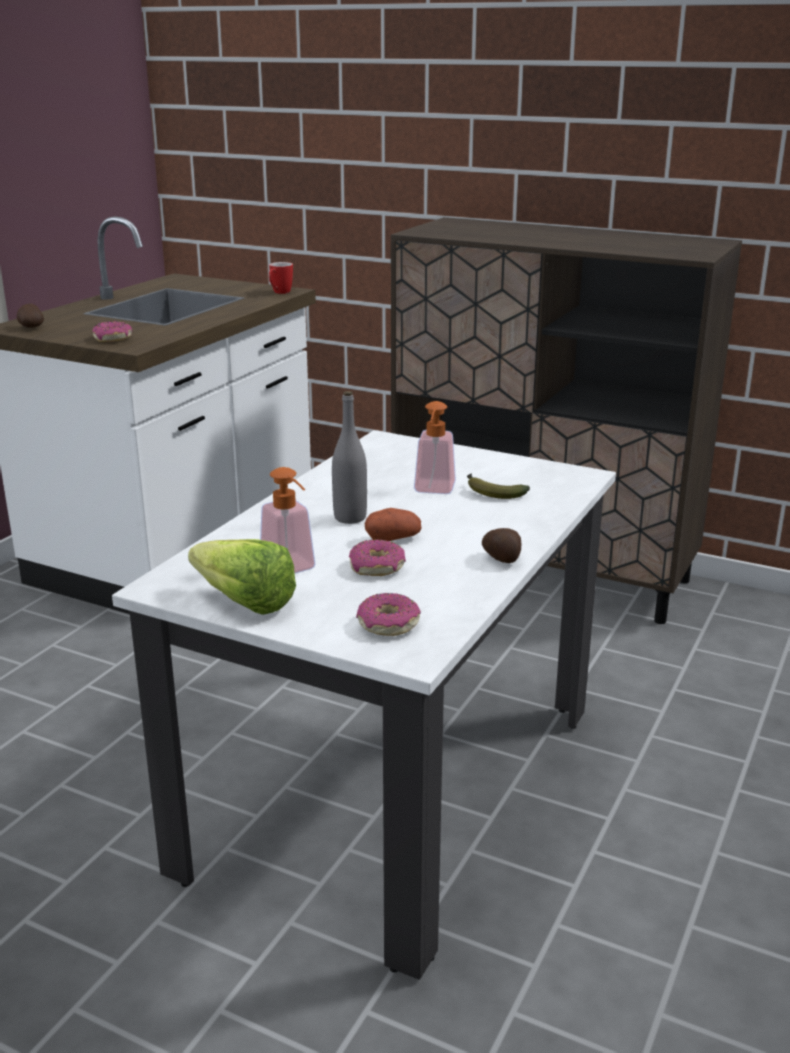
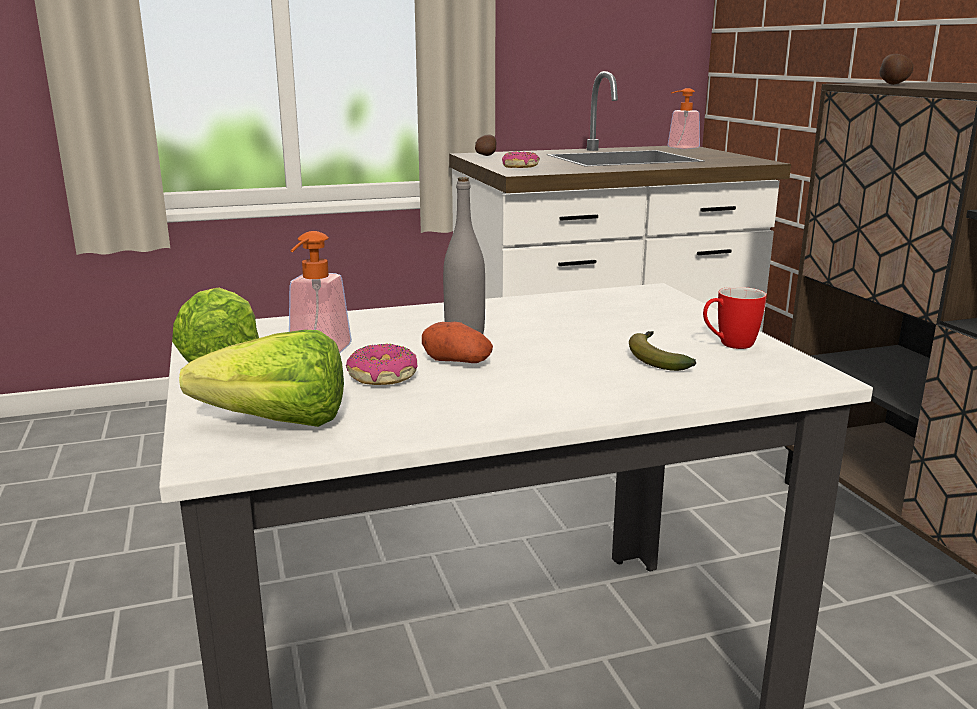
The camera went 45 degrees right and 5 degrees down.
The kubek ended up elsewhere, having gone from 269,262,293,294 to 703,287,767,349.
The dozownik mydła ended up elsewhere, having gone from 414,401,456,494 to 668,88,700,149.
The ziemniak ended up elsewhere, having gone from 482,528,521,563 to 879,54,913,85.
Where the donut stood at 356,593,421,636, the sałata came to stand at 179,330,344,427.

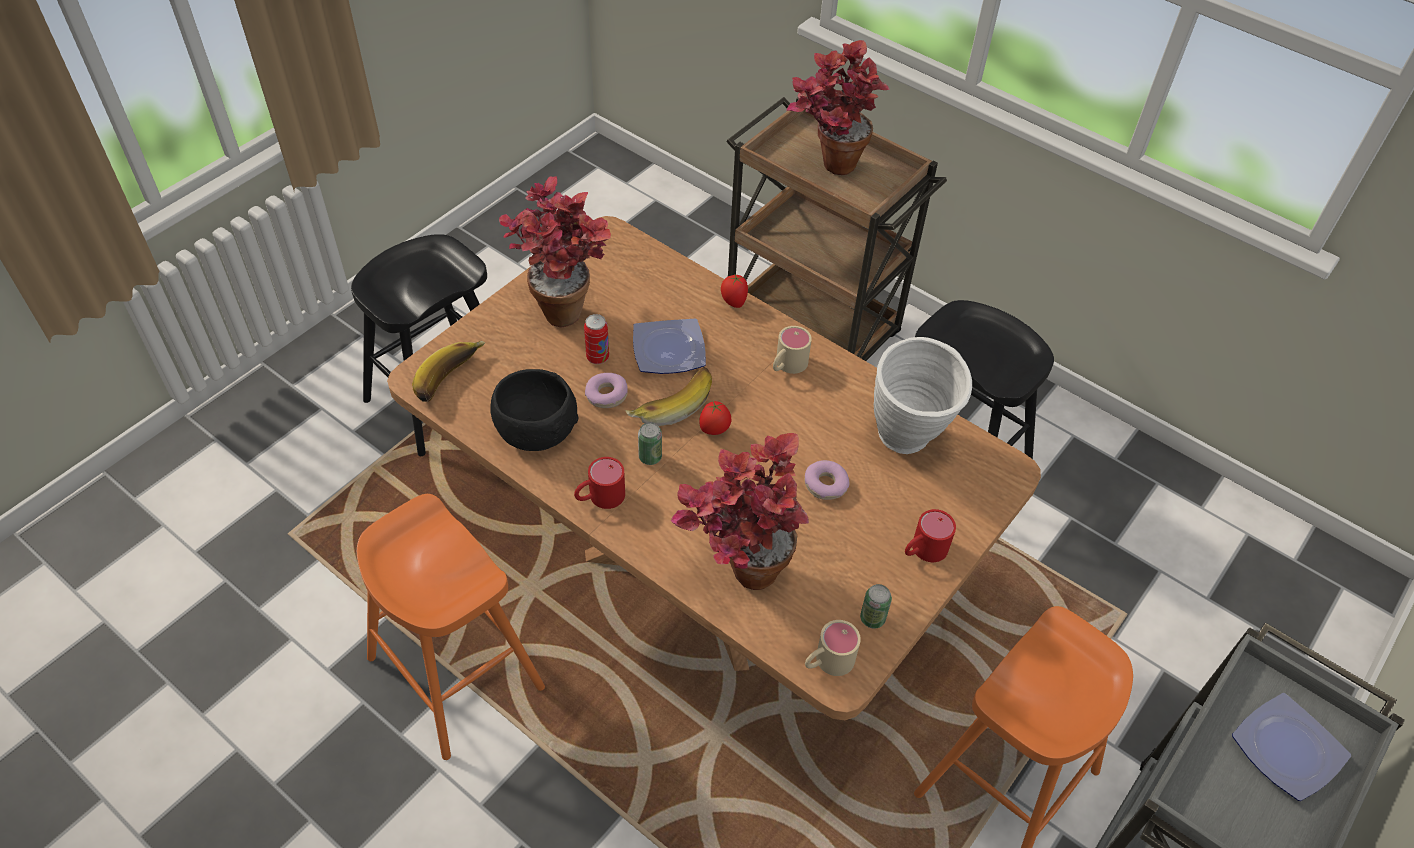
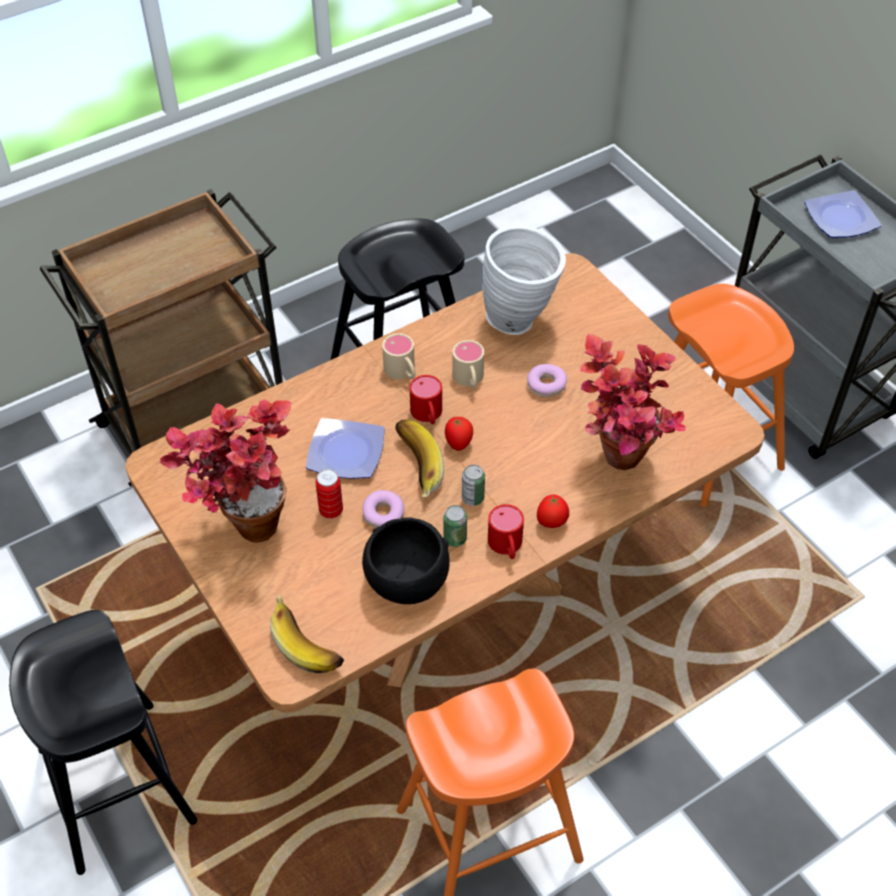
The camera went 70 degrees left and 0 degrees up.
The second view lost the roślina doniczkowa at 786,40,890,175.
The pomidor ended up elsewhere, having gone from 721,275,748,308 to 537,495,569,528.
The kubek (czerwony) ended up elsewhere, having gone from 905,509,956,562 to 410,375,442,424.
The puszka ended up elsewhere, having gone from 860,584,892,629 to 443,505,467,547.
The kubek (beżowy) ended up elsewhere, having gone from 805,620,861,676 to 452,340,484,388.

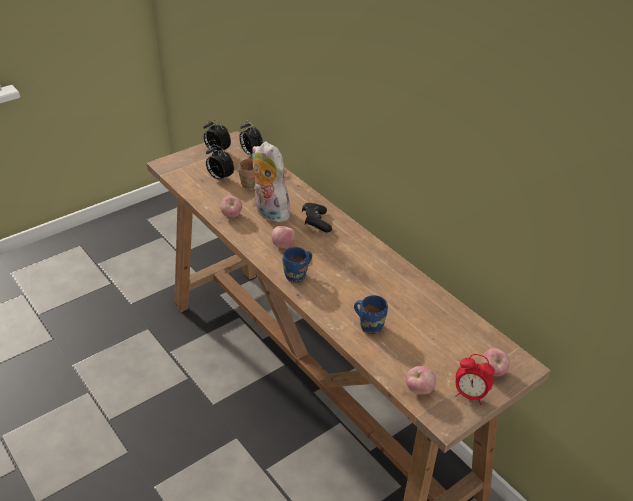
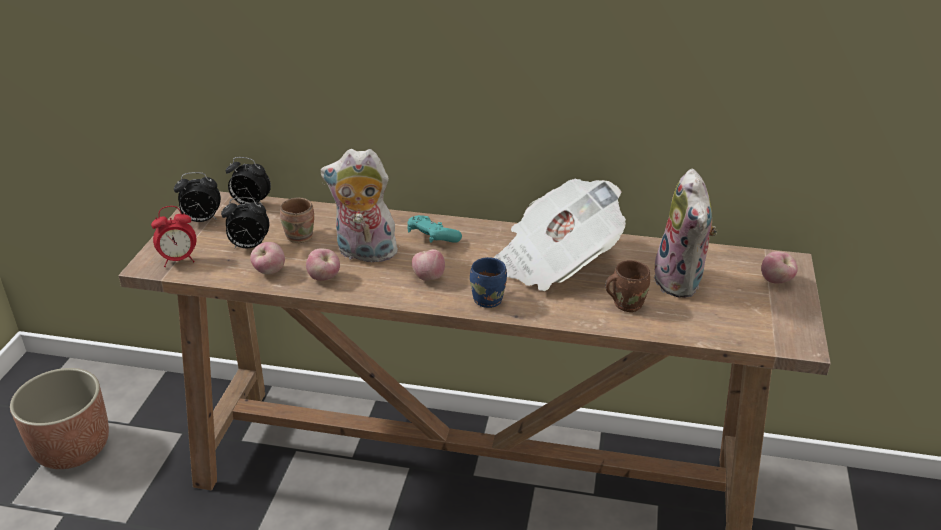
The camera went 40 degrees left and 5 degrees down.
What was the pad do gier (czarny) at 302,203,332,233 turned into the pad do gier (turkusowy) at 407,215,462,243.
What was the kubek (niebieski) at 354,295,388,334 turned into the kubek (brązowy) at 605,260,650,312.
The budzik ended up elsewhere, having gone from 455,354,495,405 to 151,206,196,267.
The jabłko ended up elsewhere, having gone from 406,366,436,395 to 250,242,285,274.
The second view gained the pluszak at 650,169,717,298.
The second view gained the gazeta at 494,179,626,291.
The second view gained the donica at 10,368,109,469.

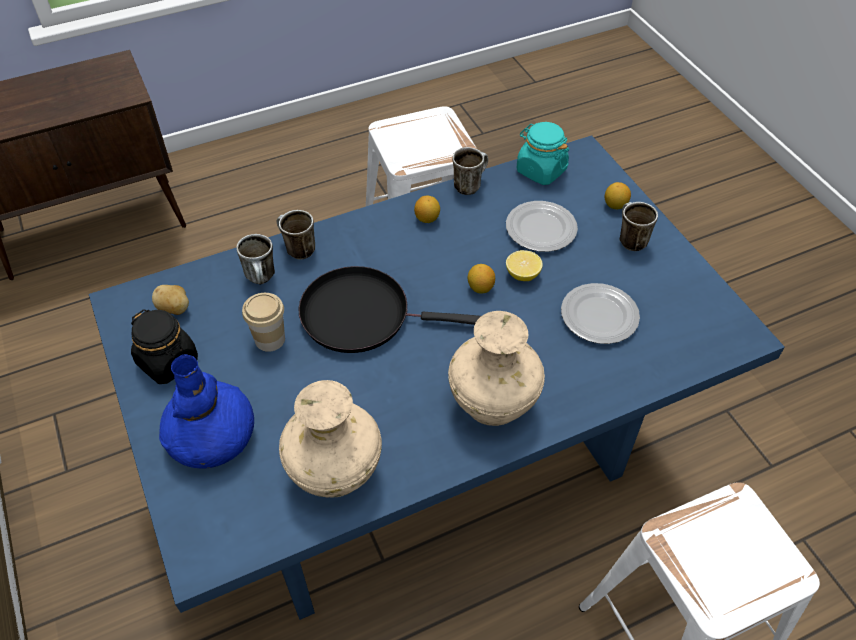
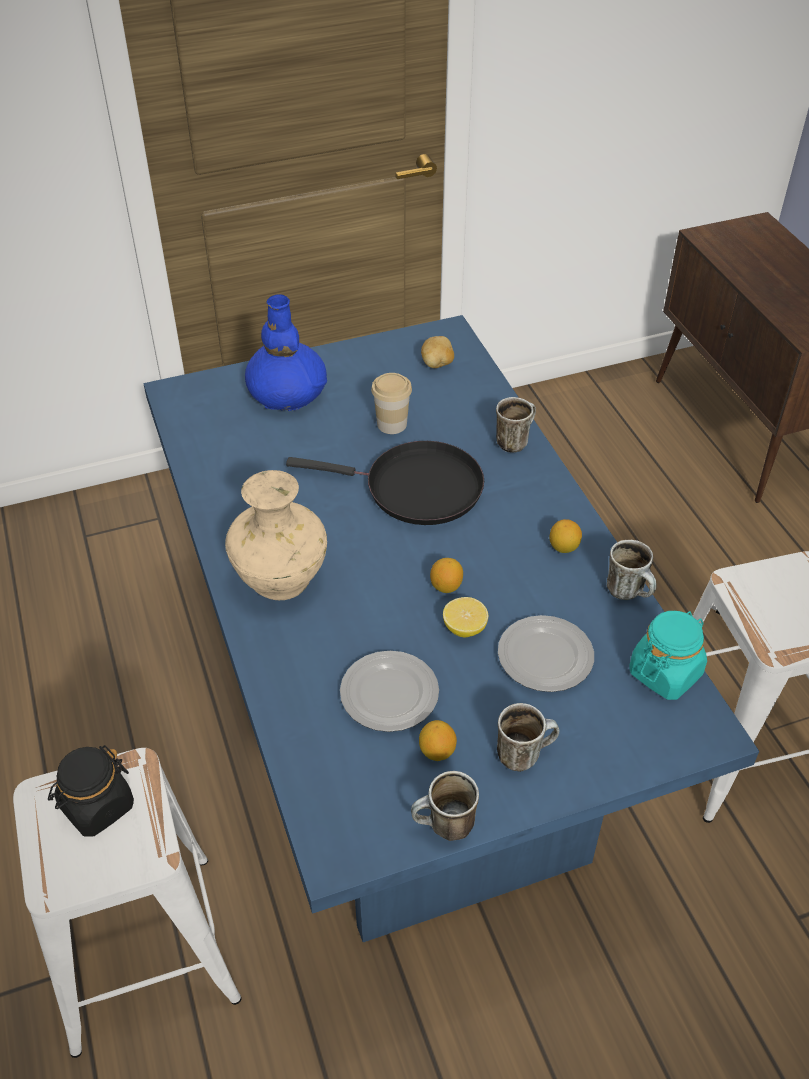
The camera went 95 degrees right and 5 degrees down.
The cytryna ended up elsewhere, having gone from 605,182,631,209 to 419,720,457,761.
The kubek ended up elsewhere, having gone from 236,234,275,284 to 411,771,479,841.
The patelnia (czarny) at 298,266,481,353 ended up facing another way, 90 degrees clockwise from before.
The słoik (czarny) ended up elsewhere, having gone from 131,309,198,384 to 48,745,134,837.
The second view lost the wazon (beżowy) at 279,380,382,497.

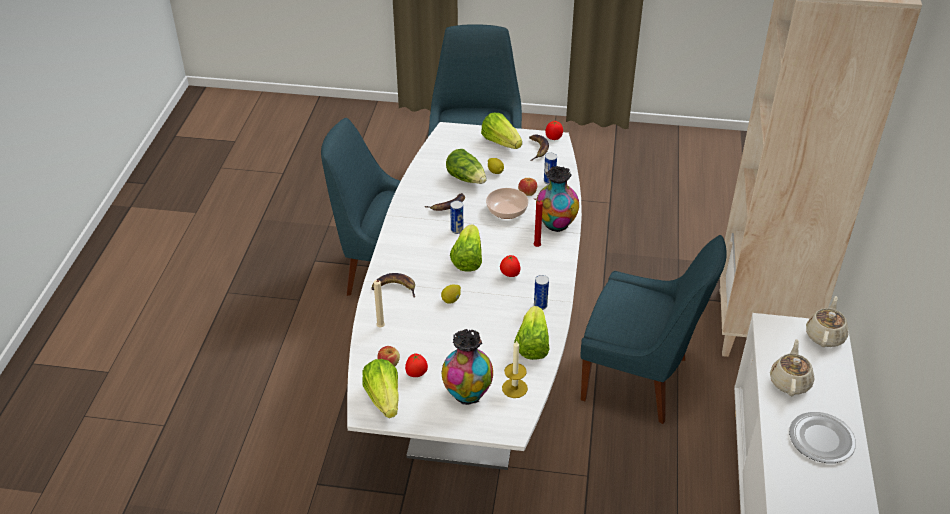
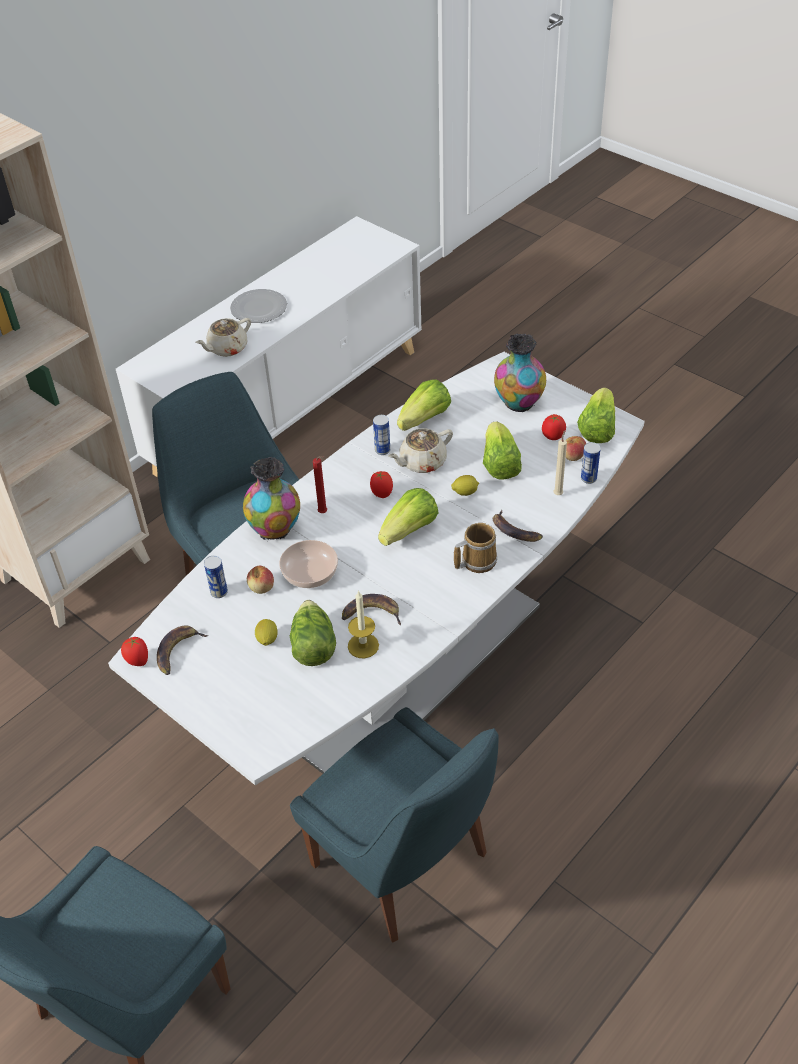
The camera went 145 degrees left and 5 degrees up.
The sałata ended up elsewhere, having gone from 481,113,522,149 to 483,421,522,479.
The puszka ended up elsewhere, having gone from 450,201,463,234 to 581,442,601,484.
The imbryk (beżowy) ended up elsewhere, having gone from 806,296,849,347 to 388,428,453,473.
The świeca ended up elsewhere, having gone from 502,340,528,398 to 348,590,379,658.
The second view gained the kubek at 454,523,497,573.

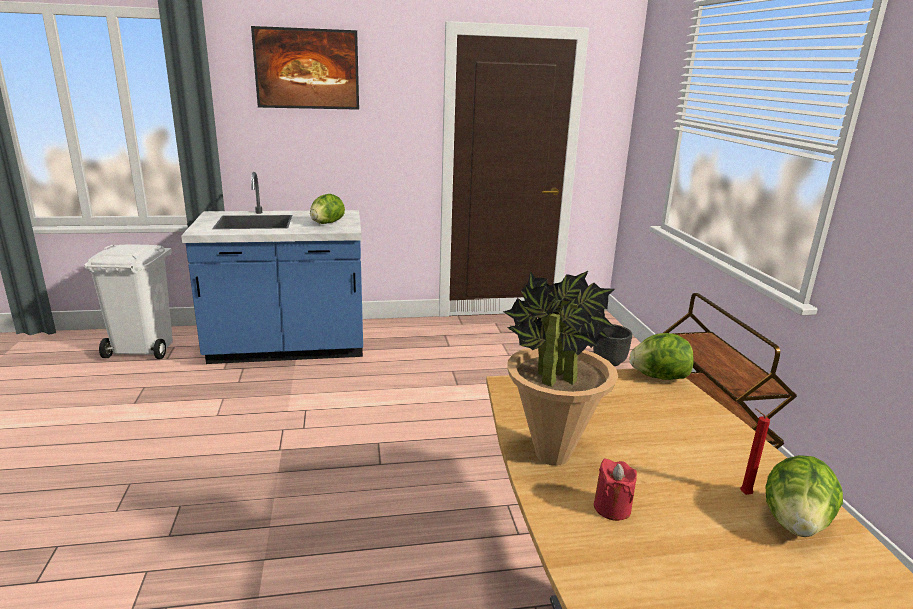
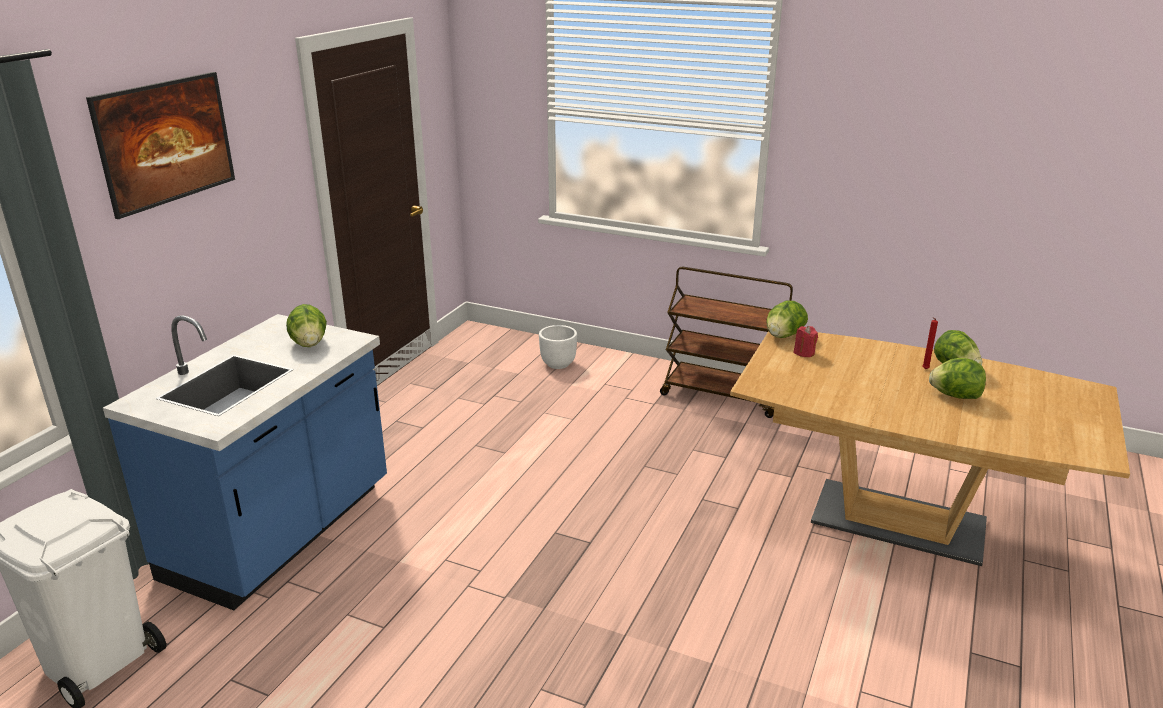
The camera went 55 degrees left and 5 degrees up.
The second view lost the roślina doniczkowa at 503,270,618,466.
What was the donica (czarny) at 593,324,632,366 turned into the donica (biały) at 539,325,577,369.
The świeca (czerwony) ended up elsewhere, having gone from 594,459,637,521 to 794,326,818,357.
The second view gained the sałata at 929,358,986,399.

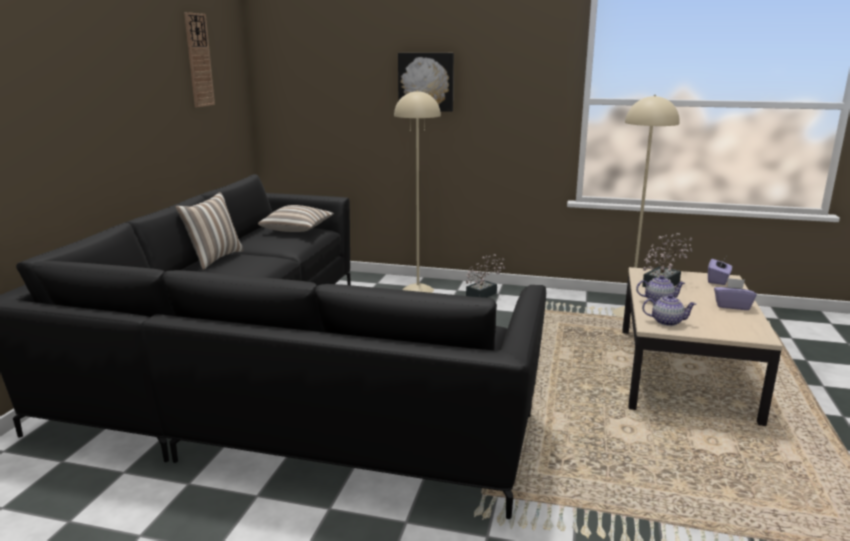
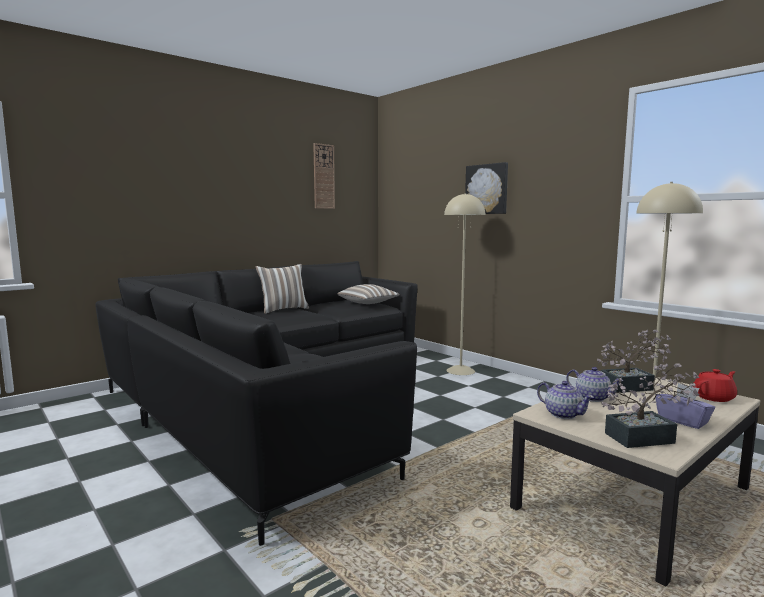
The camera went 35 degrees right and 10 degrees down.
The roślina doniczkowa ended up elsewhere, having gone from 466,254,505,298 to 601,363,699,448.
Where the pudełko chusteczek (fioletowy) stood at 708,257,732,285, the imbryk (czerwony) came to stand at 693,369,737,402.

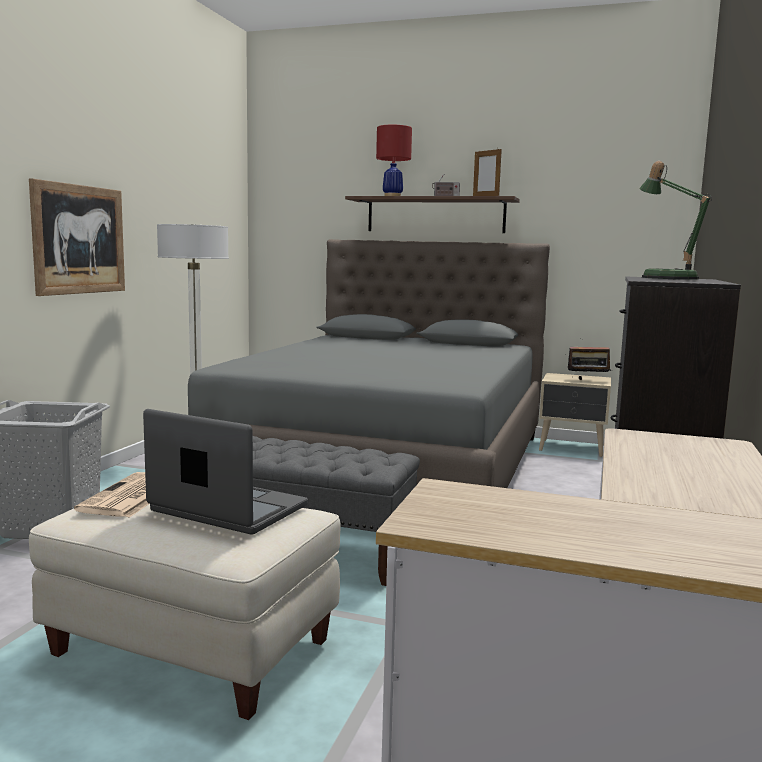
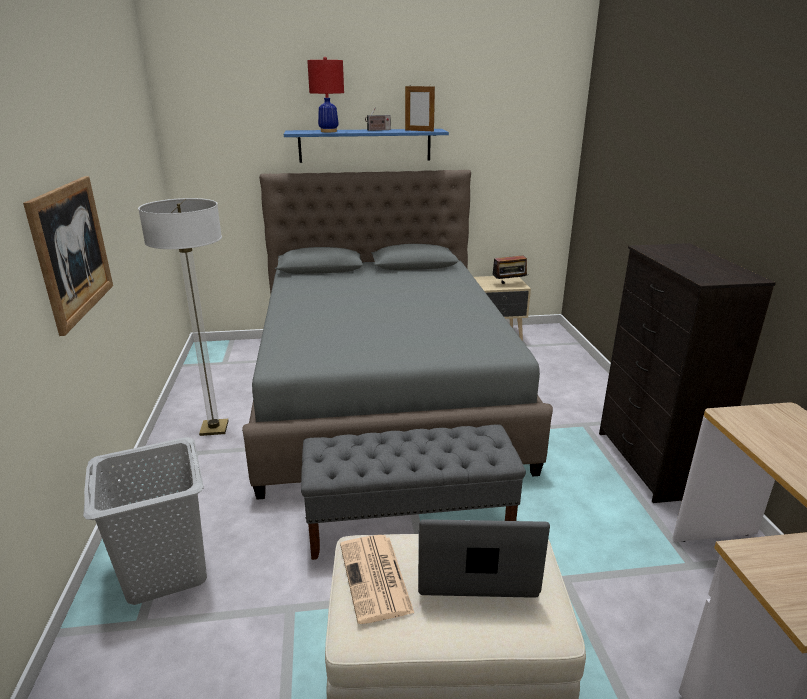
The camera went 25 degrees left and 15 degrees up.
The second view lost the lampa stołowa at 639,161,712,280.
What was the półka (brązowy) at 345,196,520,233 turned into the półka (niebieski) at 284,129,449,163.

